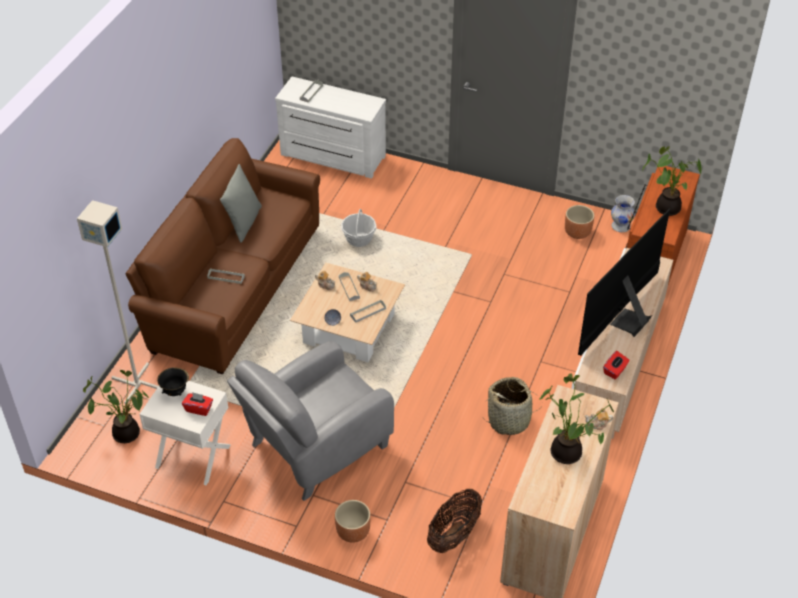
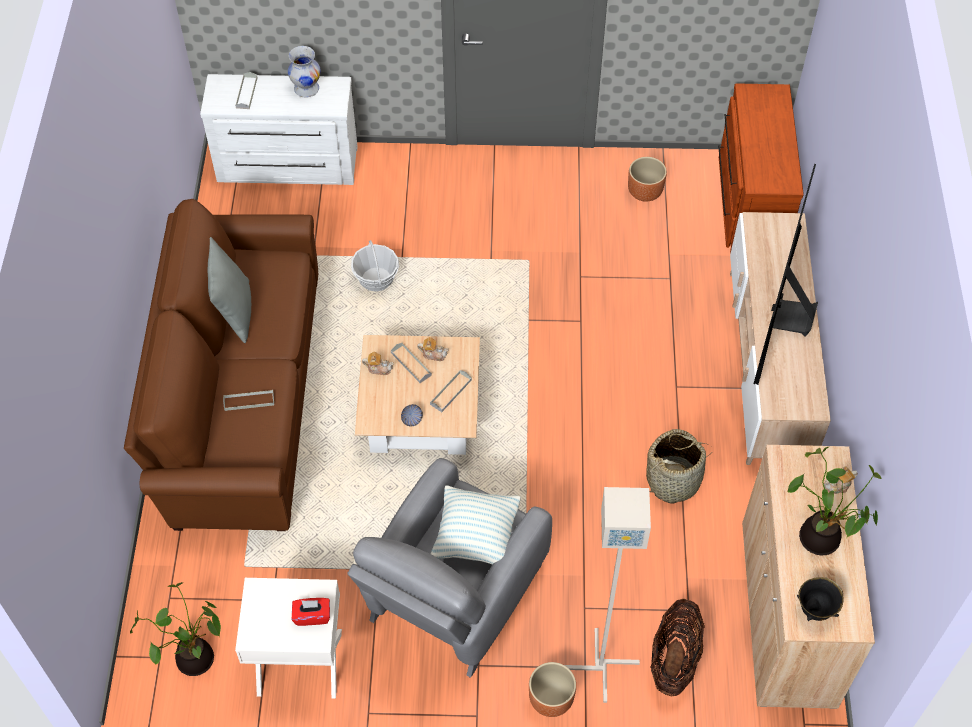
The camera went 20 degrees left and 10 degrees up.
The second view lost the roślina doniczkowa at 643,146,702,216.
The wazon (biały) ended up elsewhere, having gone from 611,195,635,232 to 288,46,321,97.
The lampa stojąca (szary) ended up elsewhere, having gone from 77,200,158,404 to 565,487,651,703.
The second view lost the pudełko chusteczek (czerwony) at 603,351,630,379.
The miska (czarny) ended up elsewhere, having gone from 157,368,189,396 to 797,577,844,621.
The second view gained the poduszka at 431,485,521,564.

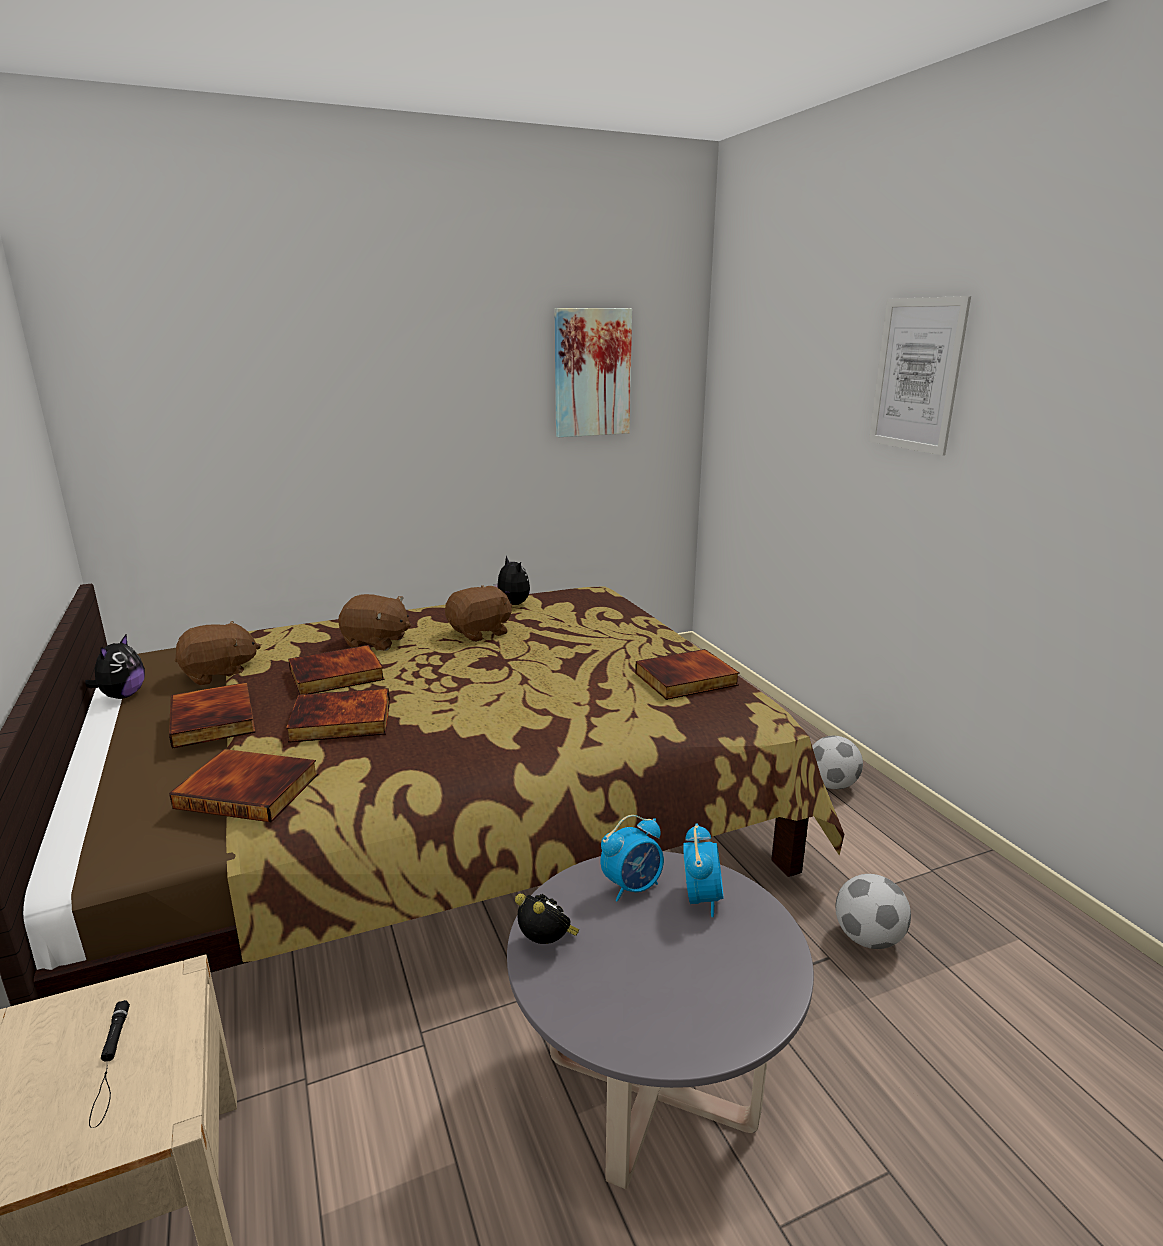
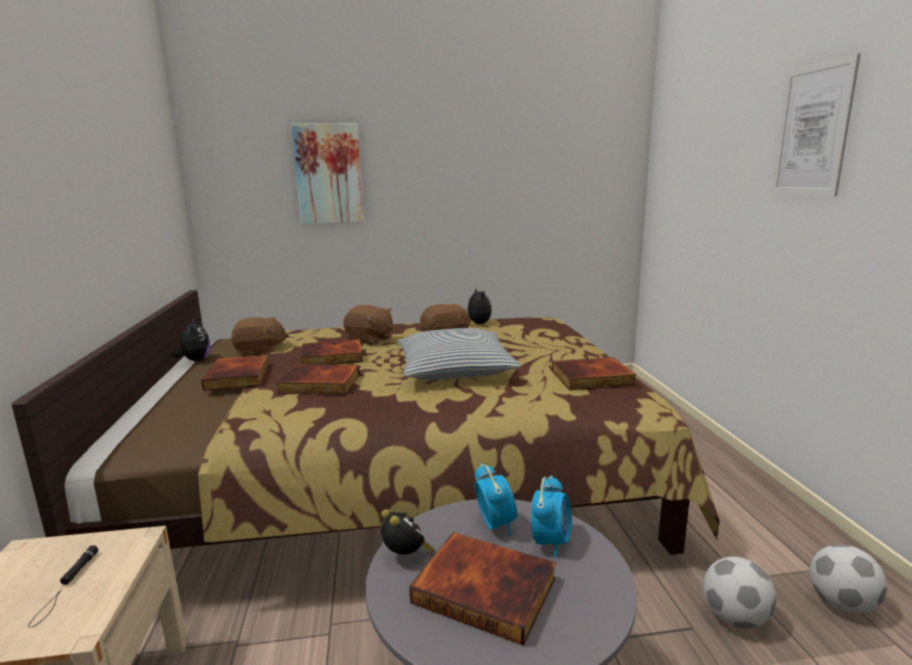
The camera went 15 degrees right and 5 degrees down.
The obraz ended up elsewhere, having gone from 555,308,632,437 to 291,123,364,224.
The pluszak at 85,634,145,699 ended up facing another way, 45 degrees counterclockwise from before.
The piłka futbolowa ended up elsewhere, having gone from 812,736,863,789 to 810,544,887,614.
The książka ended up elsewhere, having gone from 169,749,318,822 to 409,532,556,646.
The budzik at 601,815,664,902 ended up facing another way, 90 degrees counterclockwise from before.
The second view gained the poduszka at 398,328,520,380.

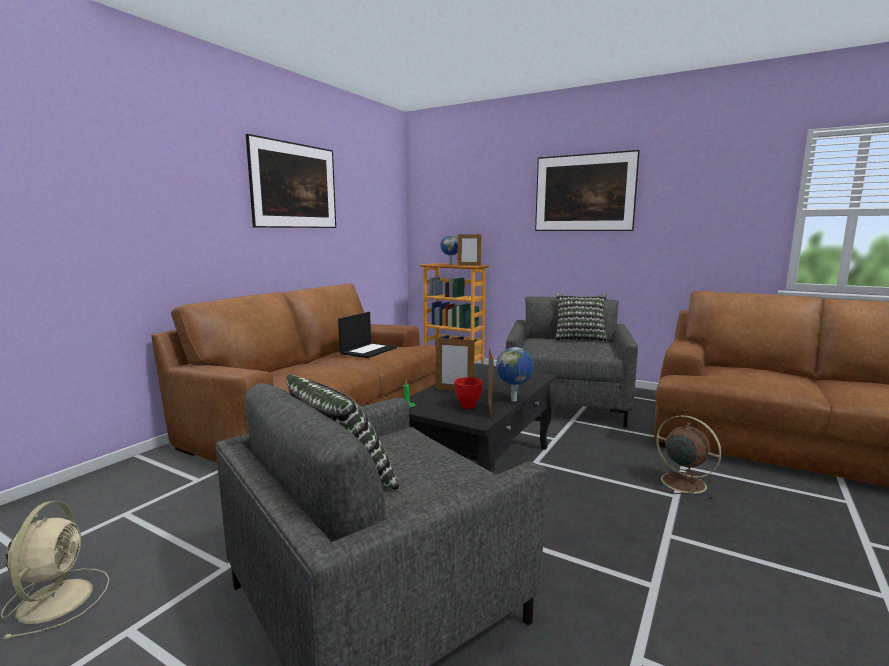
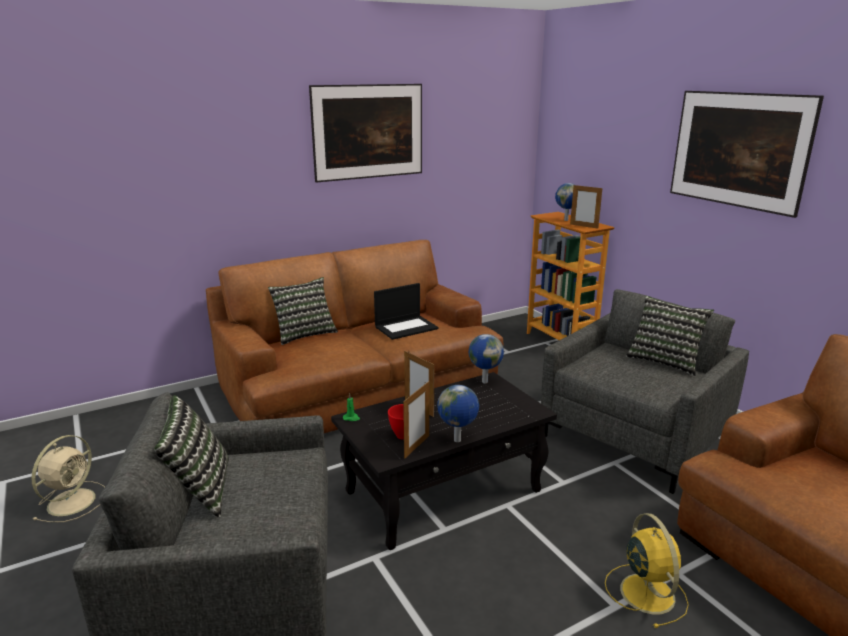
The camera went 30 degrees right and 10 degrees up.
What was the wentylator (brązowy) at 648,415,722,500 turned into the wentylator (żółty) at 605,513,689,628.
The second view gained the poduszka at 268,277,338,345.
The second view gained the globus at 469,334,504,383.

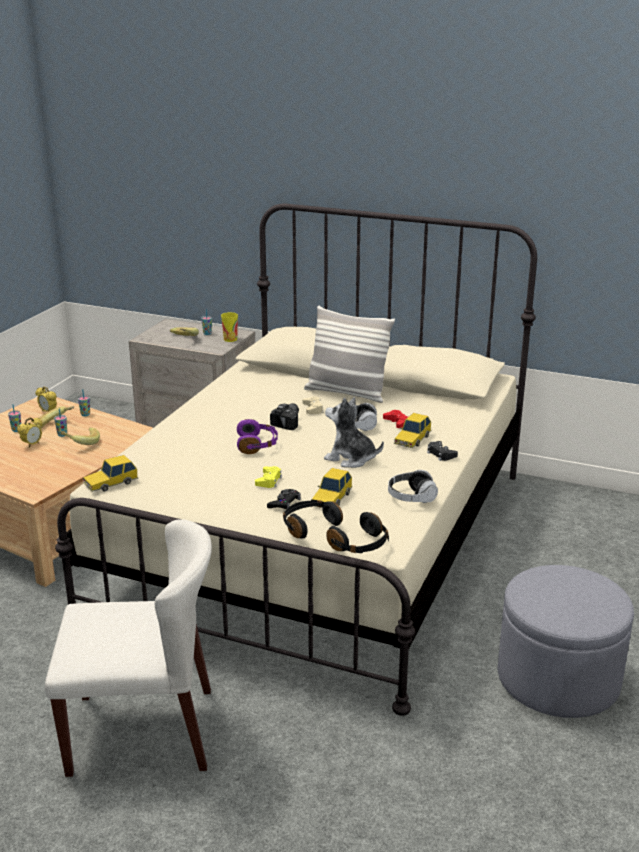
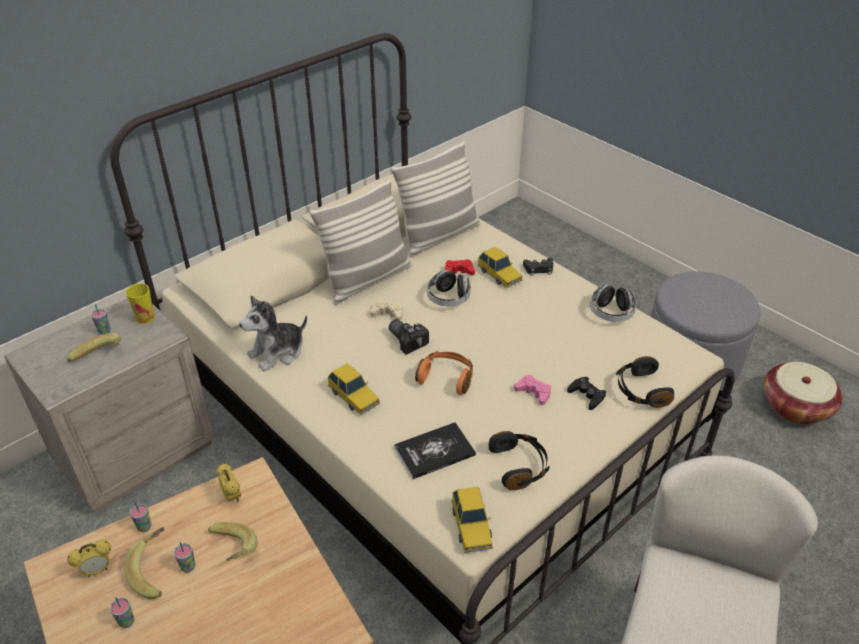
The camera went 65 degrees left and 15 degrees up.
The pluszak ended up elsewhere, having gone from 324,397,384,468 to 239,296,307,371.
The budzik ended up elsewhere, having gone from 17,417,42,448 to 216,464,241,502.
What was the słuchawki (fioletowy) at 237,419,278,454 turned into the słuchawki (pomarańczowy) at 415,351,473,395.
What was the pad do gier (żółty) at 255,466,282,488 turned into the pad do gier (różowy) at 514,375,551,405.
The samochodzik ended up elsewhere, having gone from 312,468,353,508 to 328,363,380,415.
The słuchawki (czarny) ended up elsewhere, having gone from 326,512,389,553 to 489,431,549,490.
The second view gained the poduszka at 391,141,480,257.
The second view gained the koszyk at 764,362,843,424.
The second view gained the książka at 394,422,476,479.

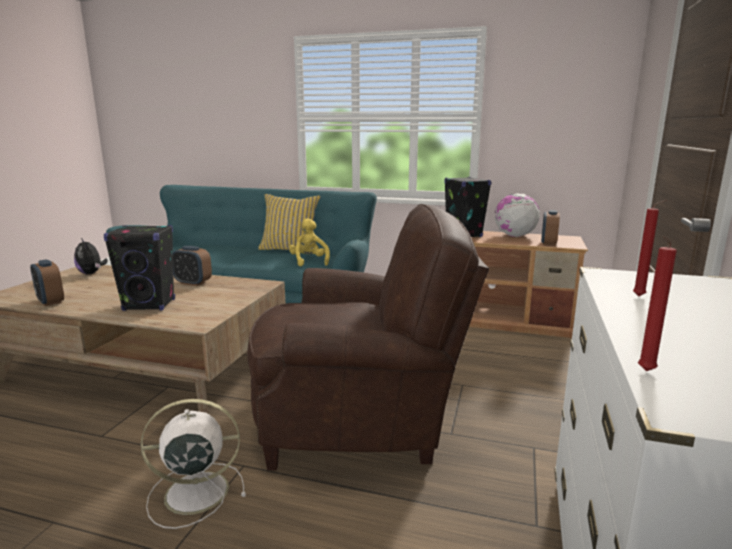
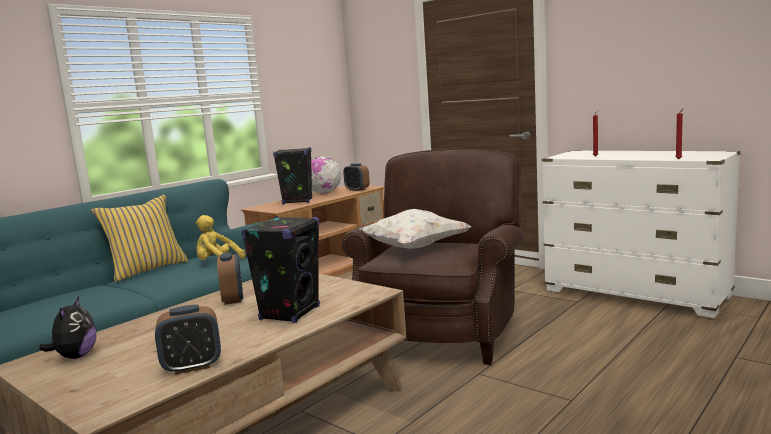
The camera went 65 degrees left and 5 degrees down.
The pluszak at 74,238,108,274 ended up facing another way, 75 degrees counterclockwise from before.
The budzik at 173,246,212,286 ended up facing another way, 60 degrees counterclockwise from before.
The second view lost the wentylator (biały) at 140,399,246,529.
The second view gained the poduszka (biały) at 359,209,472,249.

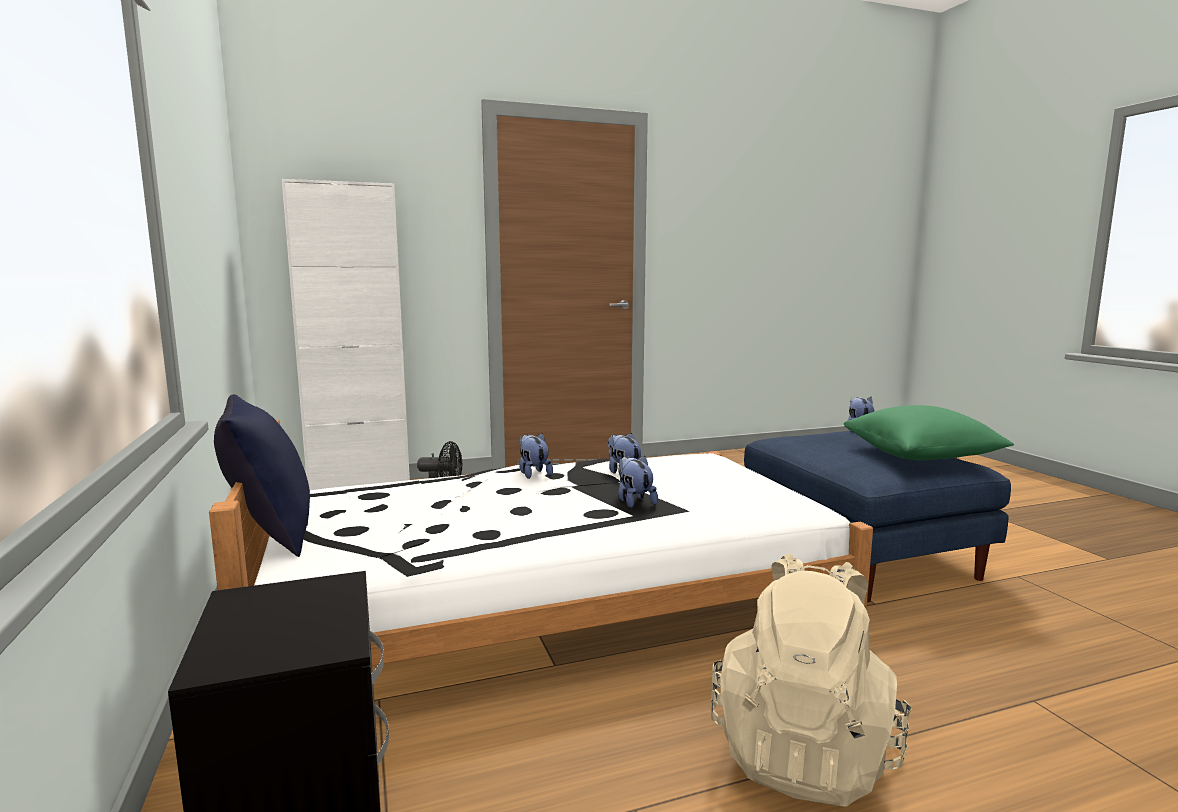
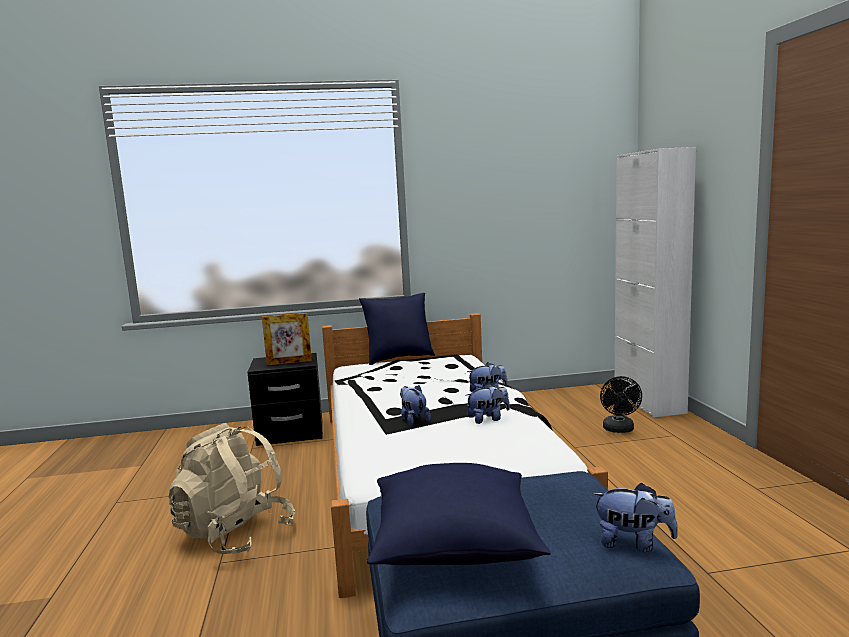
The camera went 100 degrees right and 0 degrees up.
What was the poduszka (zielony) at 844,405,1014,460 turned into the poduszka (niebieski) at 367,463,550,565.
The pluszak at 618,455,658,508 ended up facing another way, 105 degrees counterclockwise from before.
The second view gained the ramka na zdjęcie at 262,313,312,365.

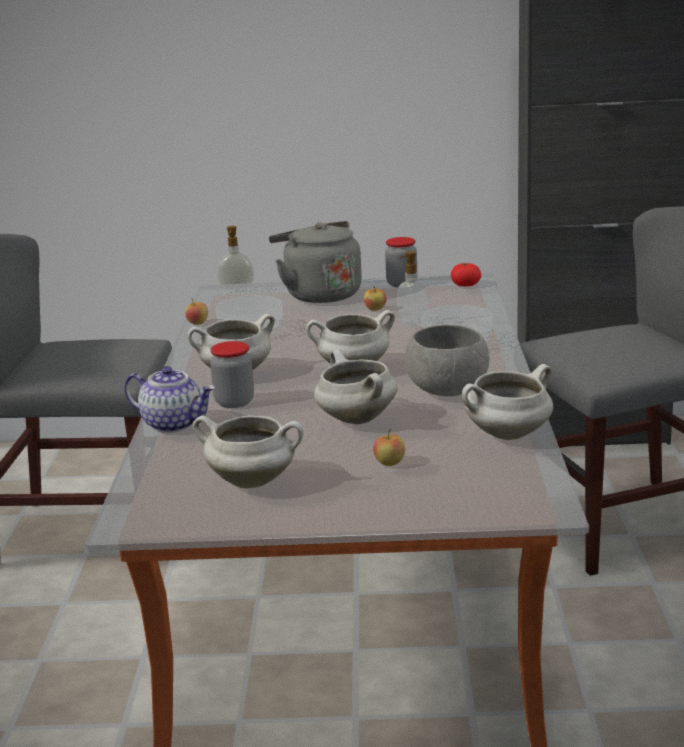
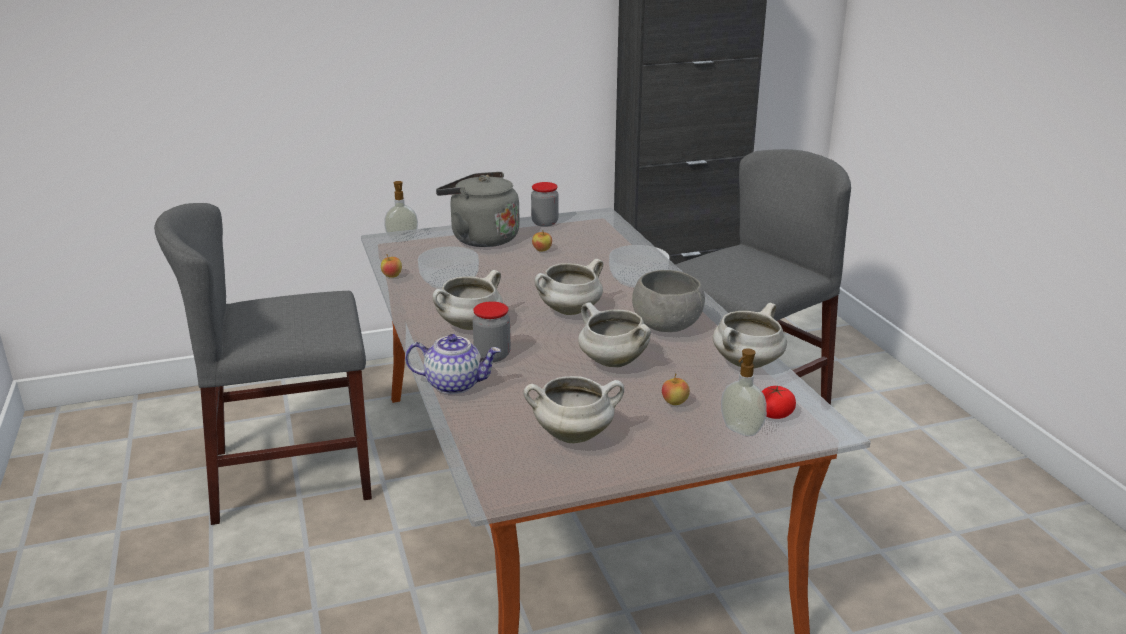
The camera went 20 degrees left and 5 degrees up.
The dozownik mydła ended up elsewhere, having gone from 397,251,427,327 to 721,348,767,436.
The pomidor ended up elsewhere, having gone from 451,263,481,286 to 762,386,796,419.

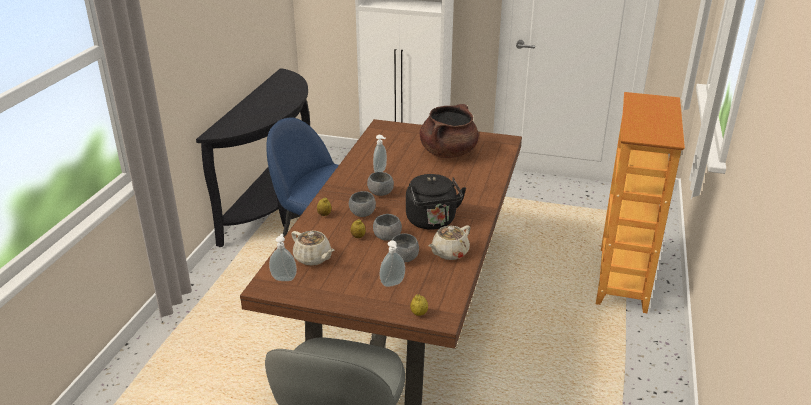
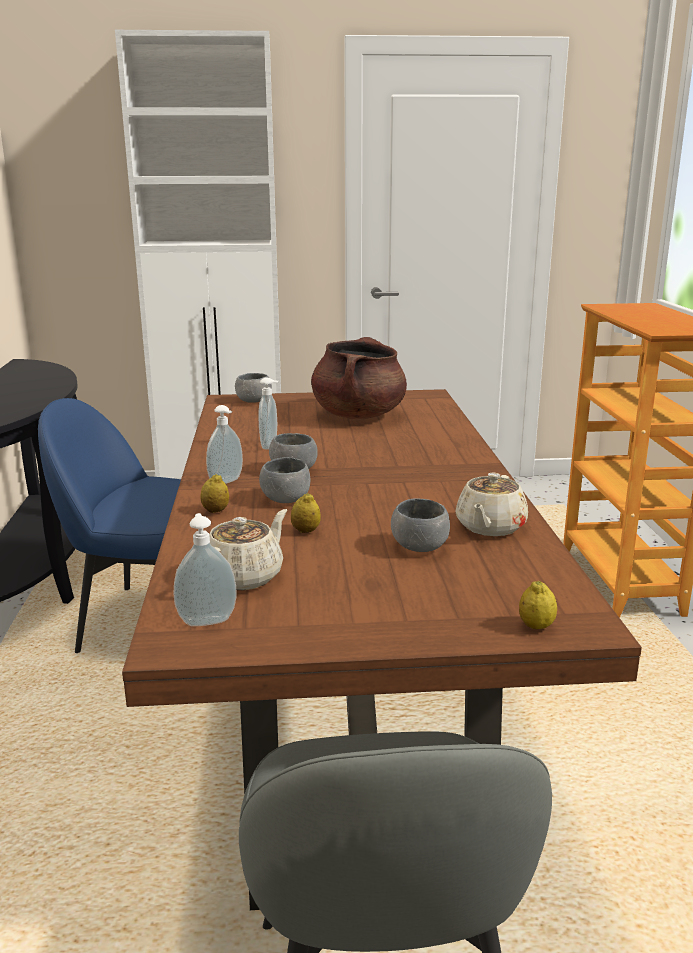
The camera went 20 degrees left and 10 degrees down.
The second view lost the czajnik (czarny) at 406,174,466,230.
The miska (szary) ended up elsewhere, having gone from 373,214,402,241 to 235,373,272,403.
The imbryk (beżowy) at 291,231,335,266 ended up facing another way, 75 degrees counterclockwise from before.
The dozownik mydła ended up elsewhere, having gone from 380,240,405,287 to 206,405,243,484.

